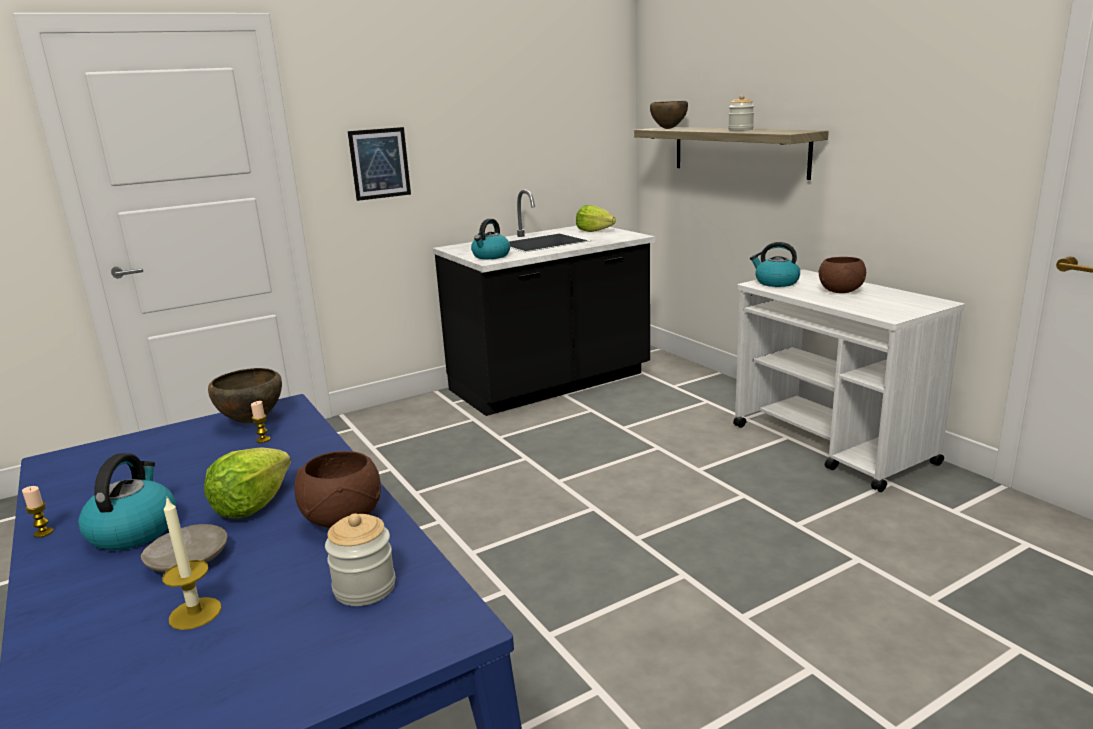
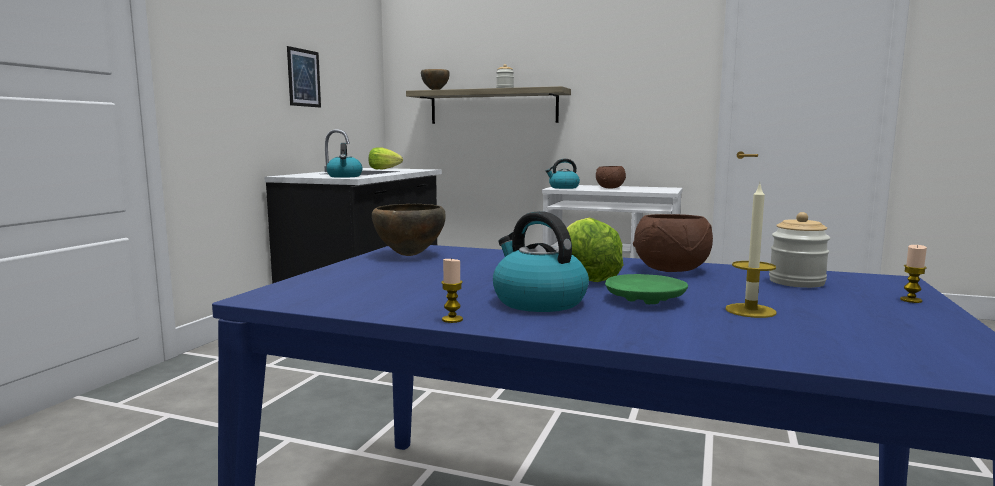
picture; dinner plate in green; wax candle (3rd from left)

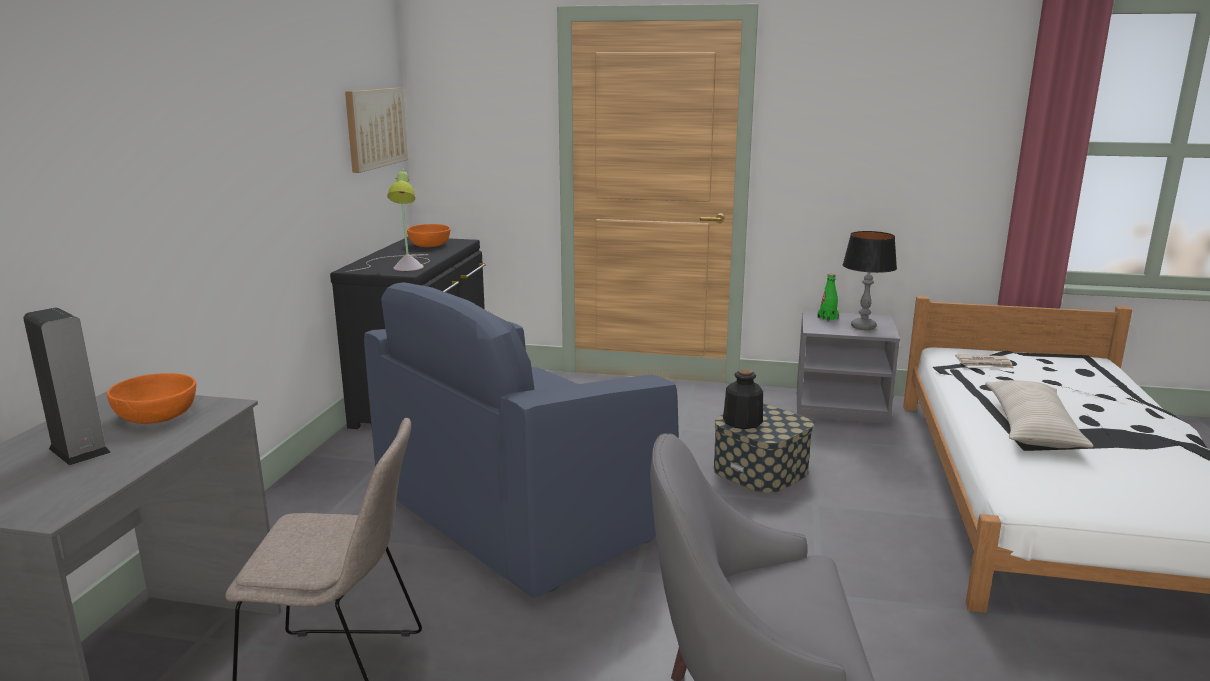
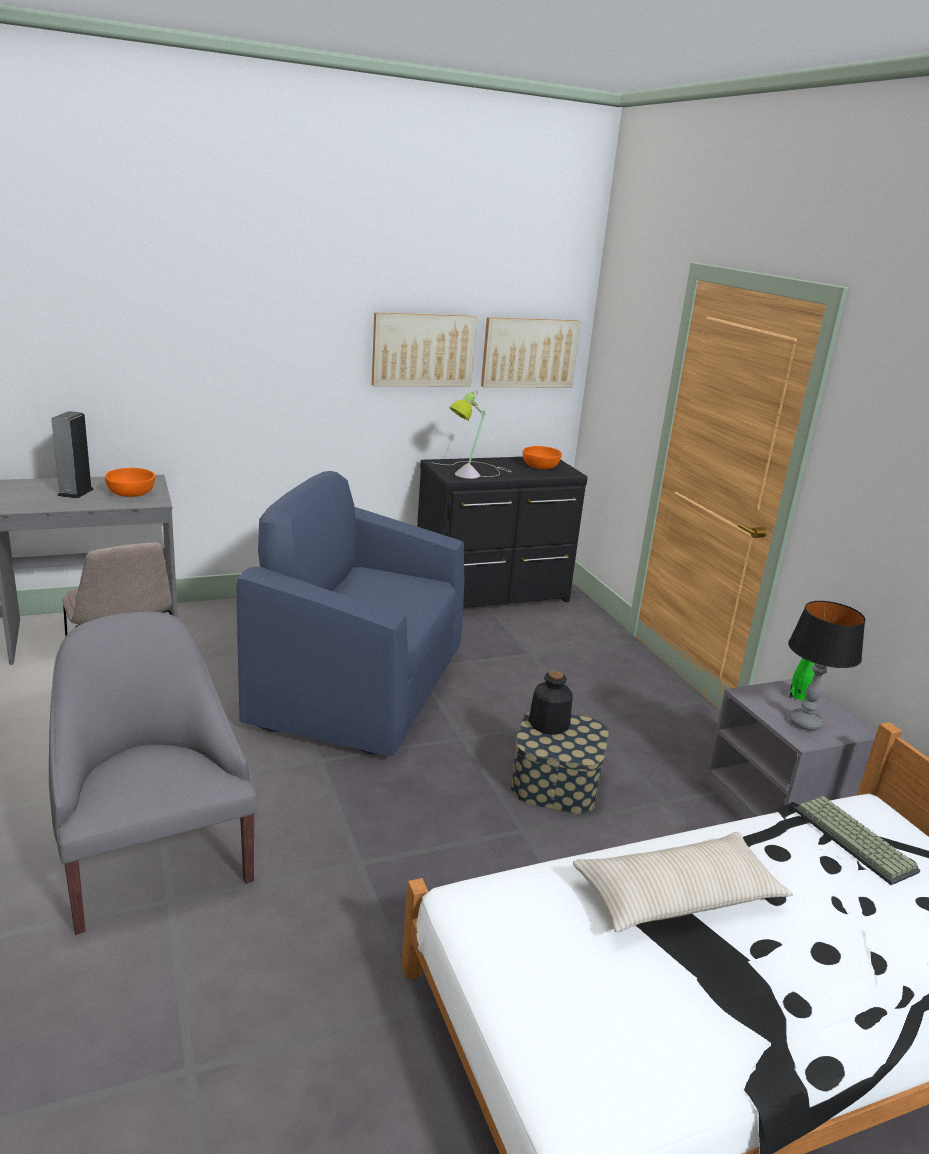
picture (1st from left); PC keyboard

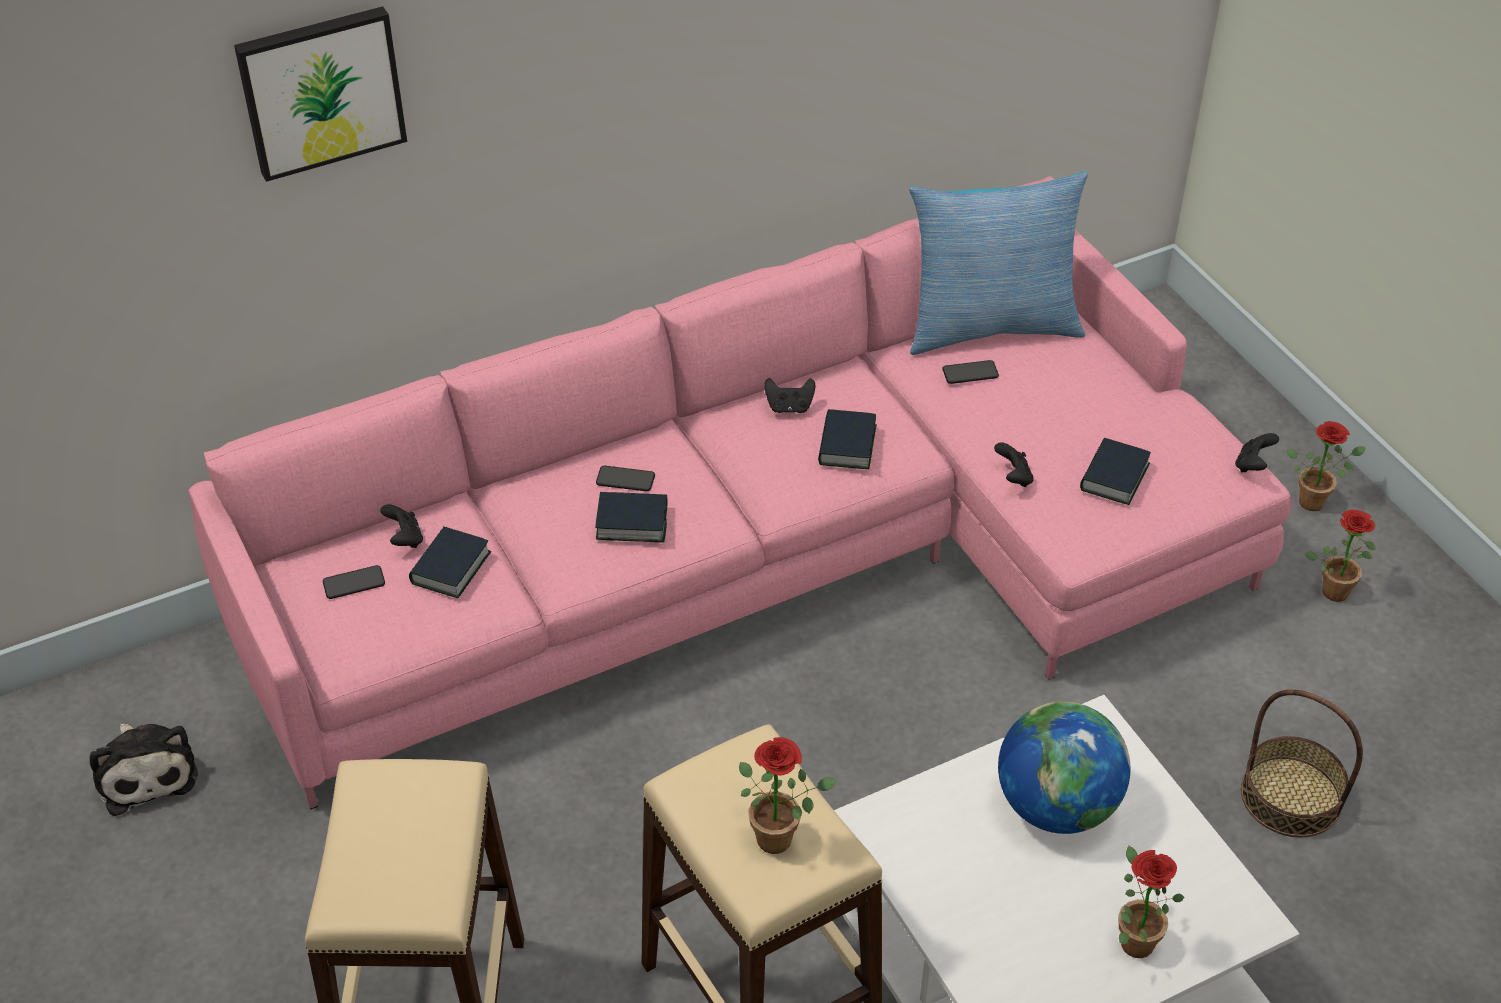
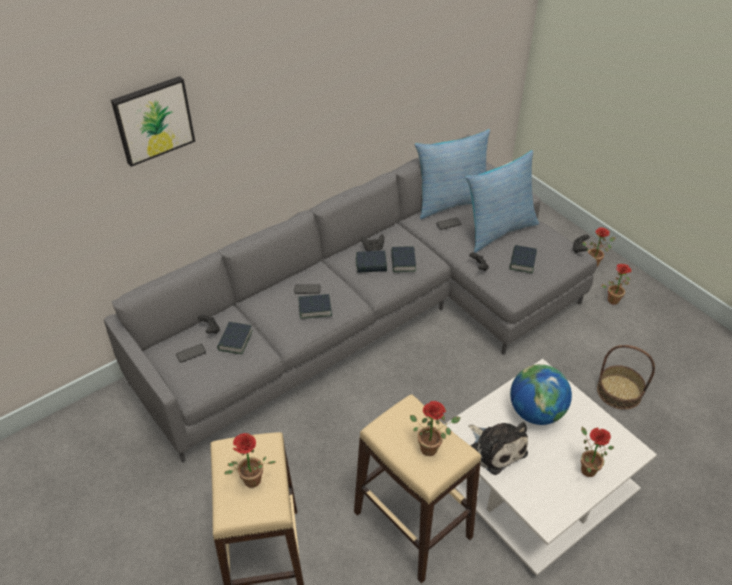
sofa in gray; plant in a pot (1st from left); volume (3rd from left); cushion (2nd from left); cuddly toy

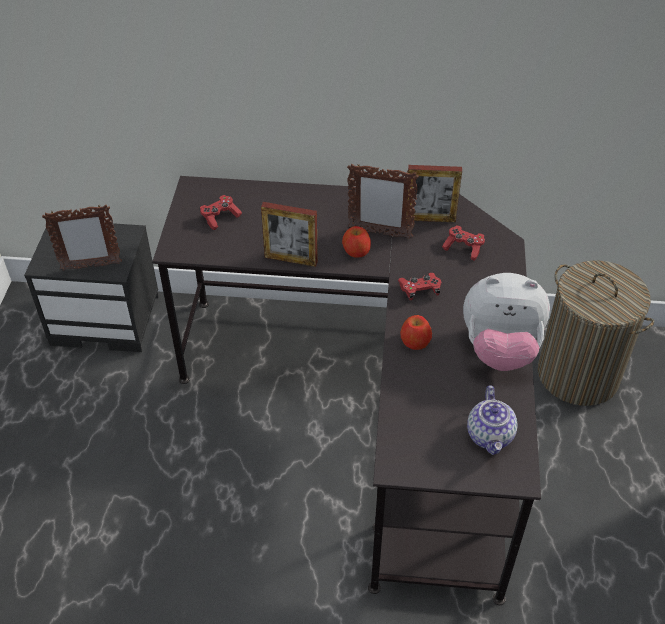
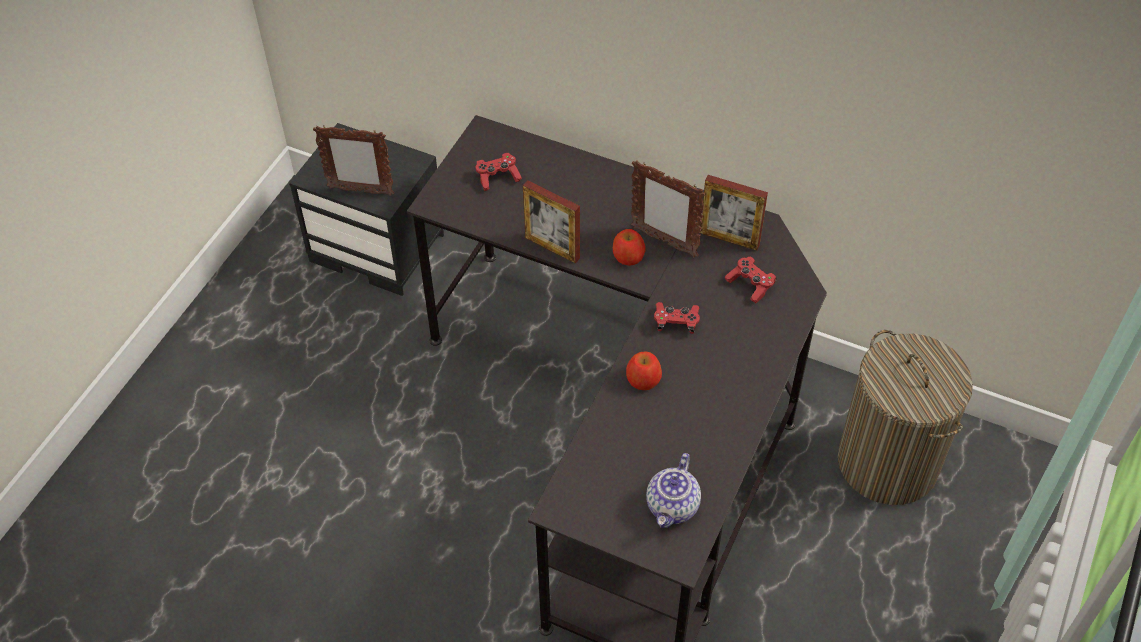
cuddly toy

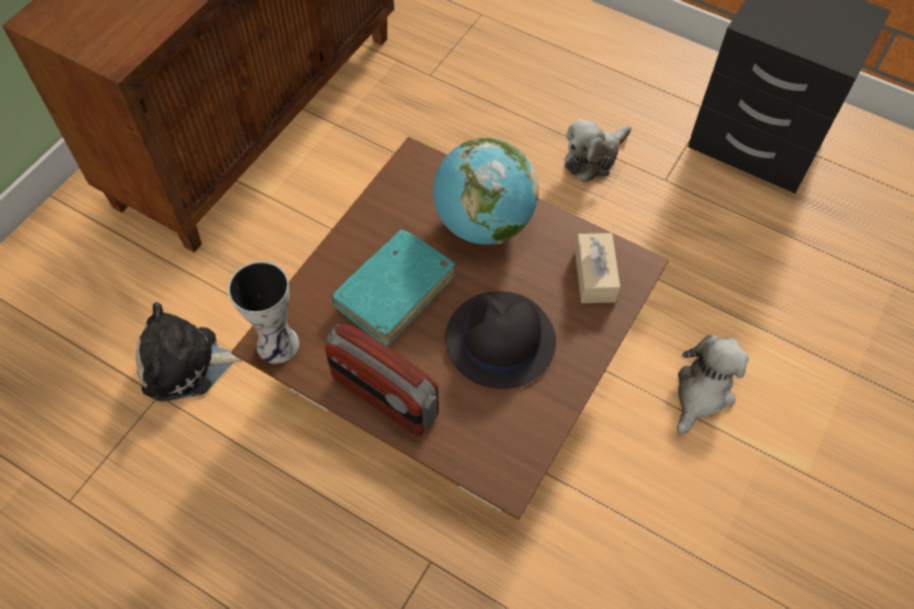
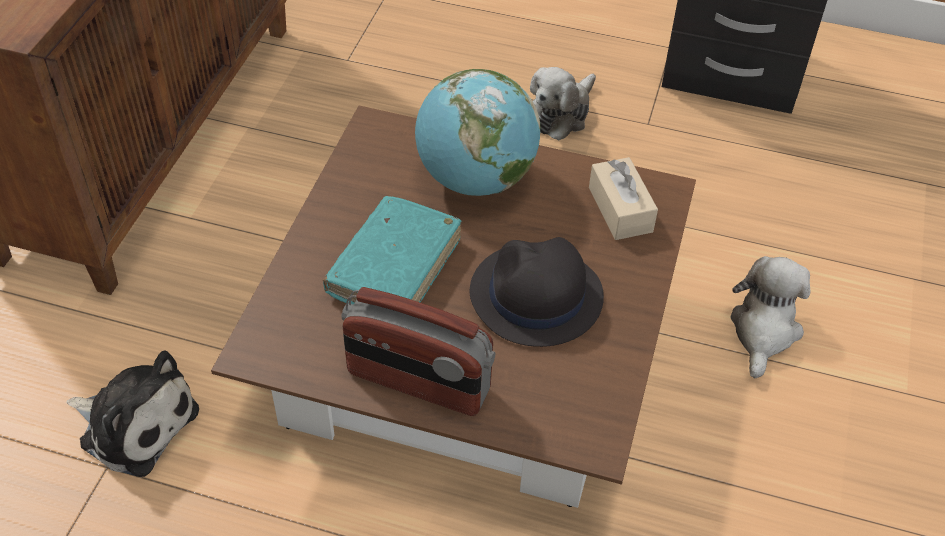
cuddly toy (1st from left); decorative vase

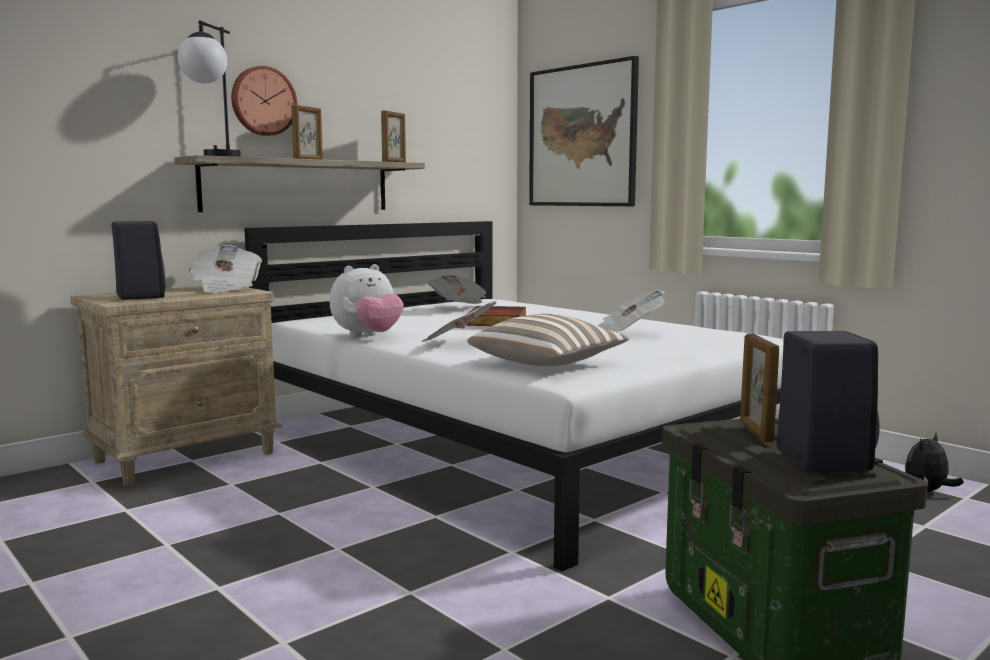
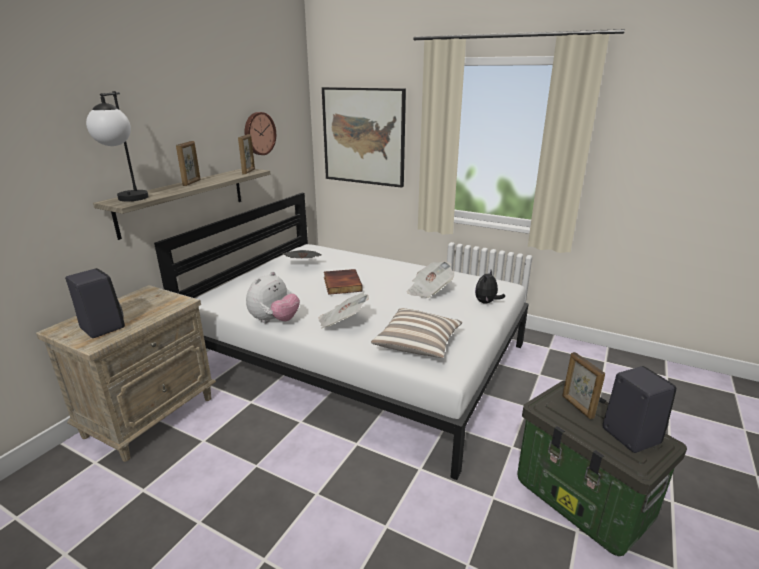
clock on the wall; cuddly toy (2nd from left); daily paper (1st from left in the first image)

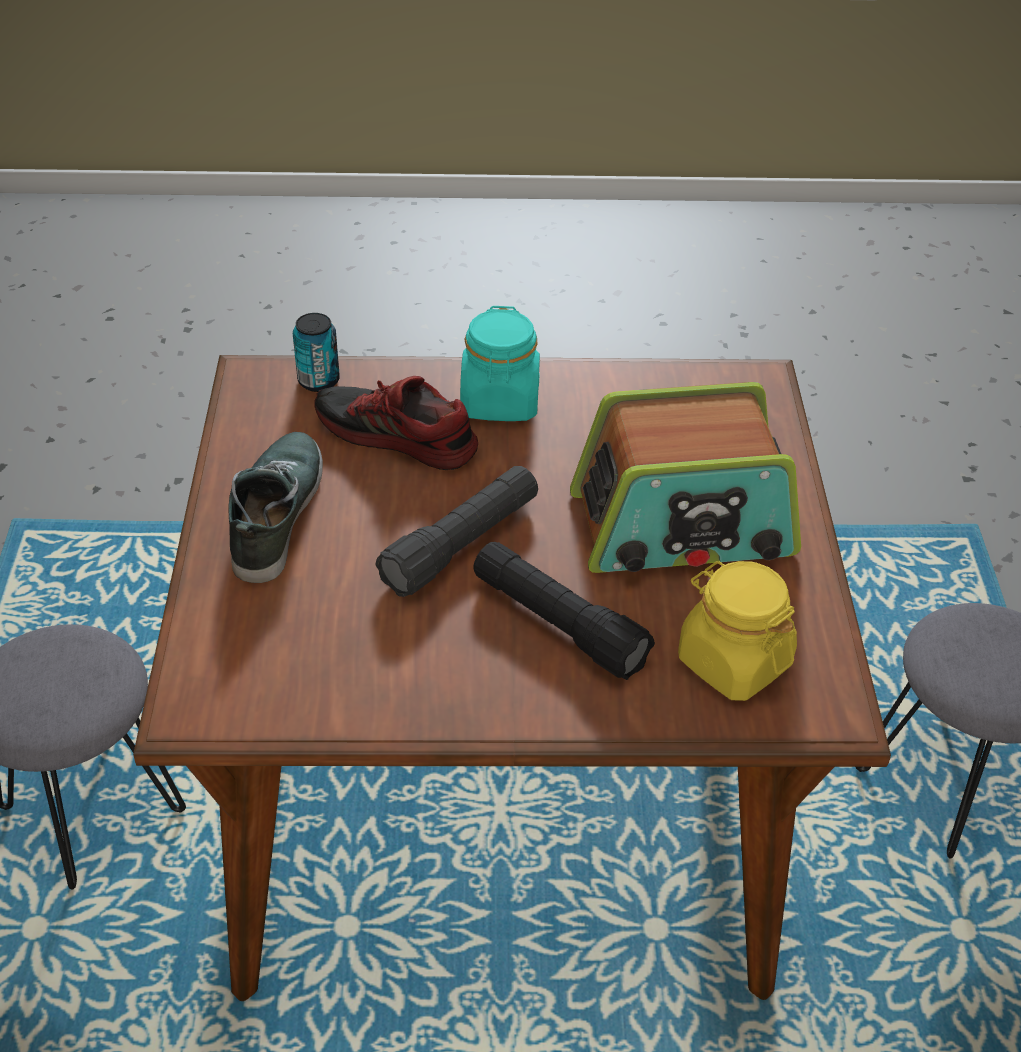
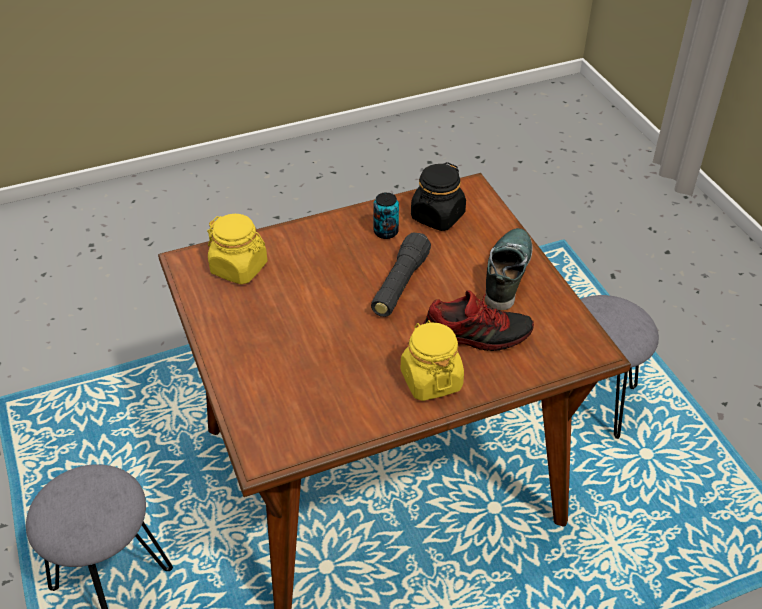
sealed can; preserve jar in yellow (2nd from left); preserve jar in black; shoe (2nd from left); flashlight in black (2nd from left in the first image); radio set

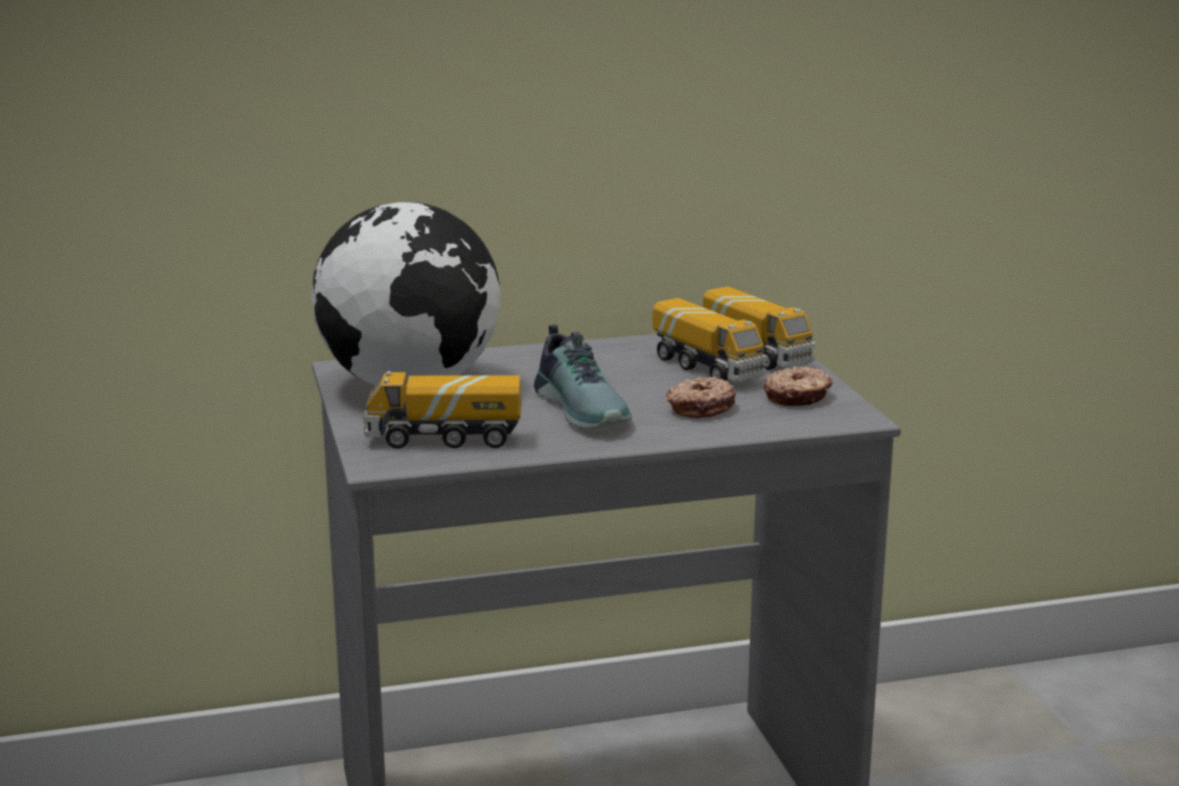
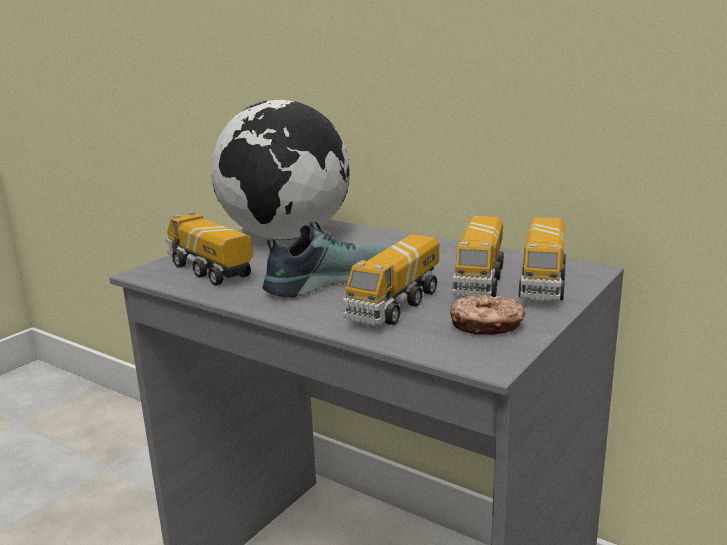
shoe; toy truck (2nd from left)

